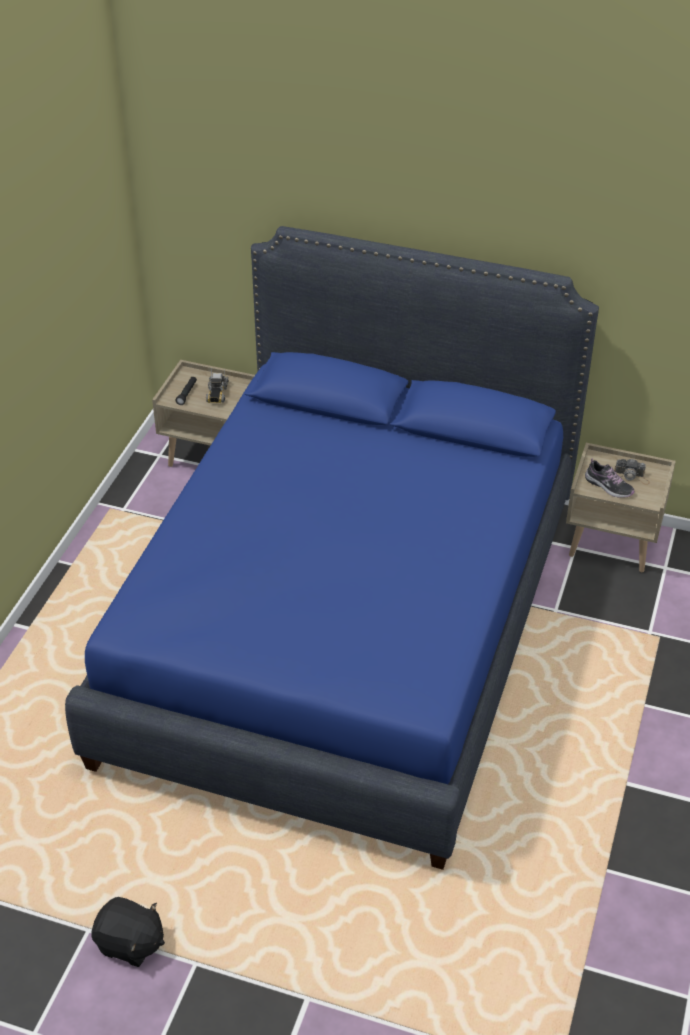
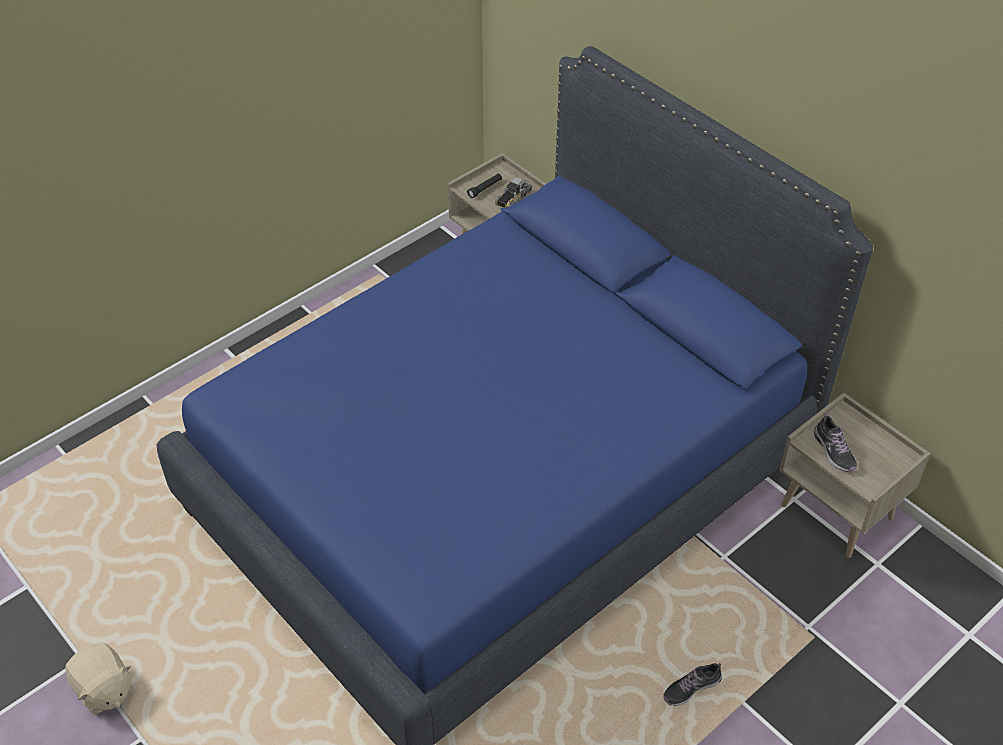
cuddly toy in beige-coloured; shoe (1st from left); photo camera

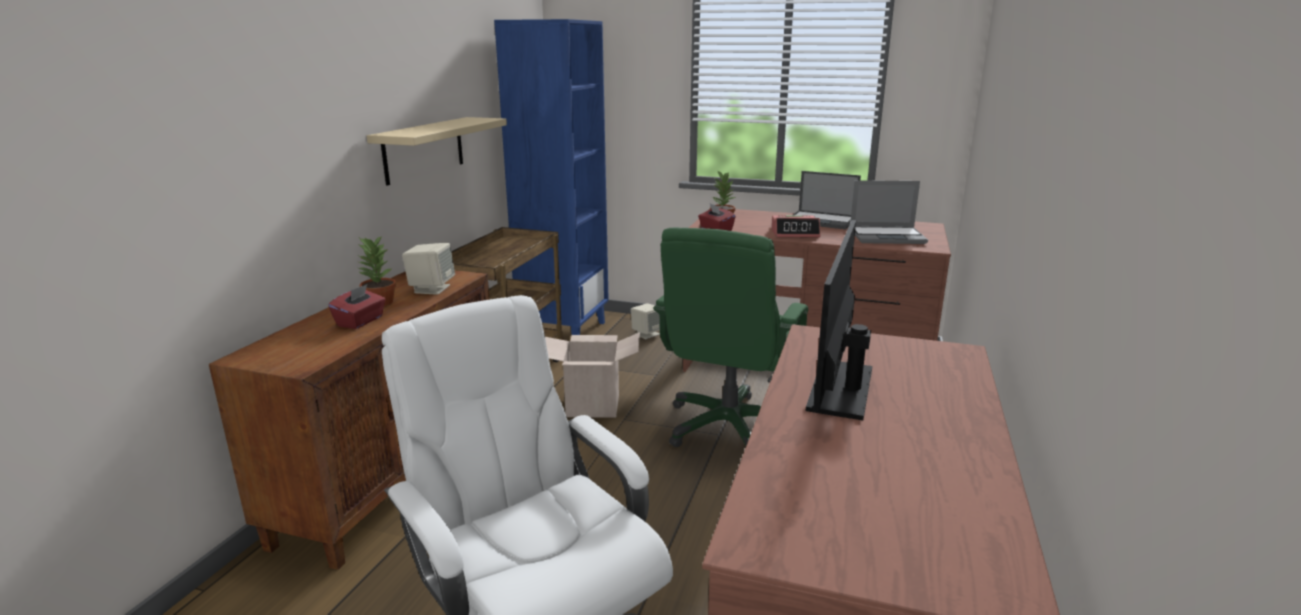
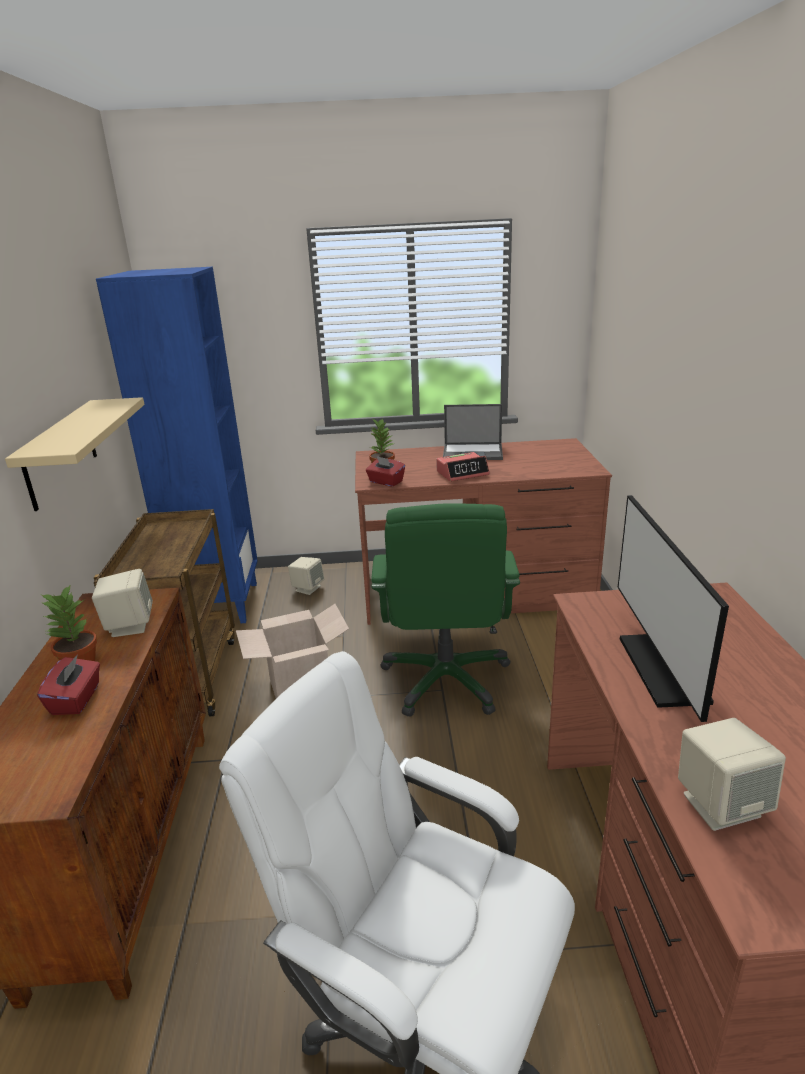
audio speaker in beige-coloured (3rd from left); notebook computer (2nd from left in the first image)

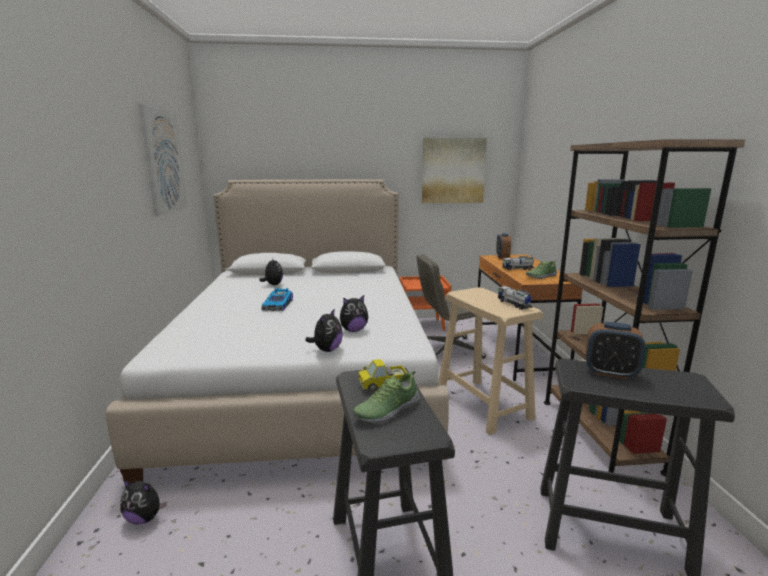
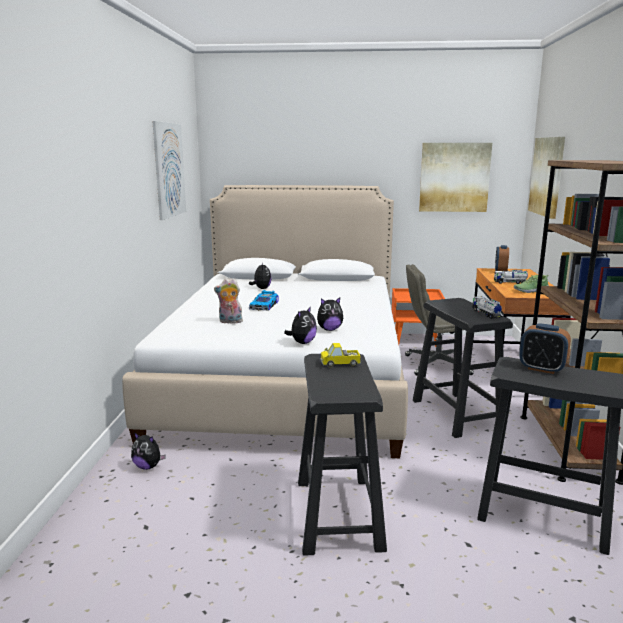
cuddly toy (2nd from left); sitting stool in black (2nd from left); picture (3rd from left); shoe (1st from left in the first image)

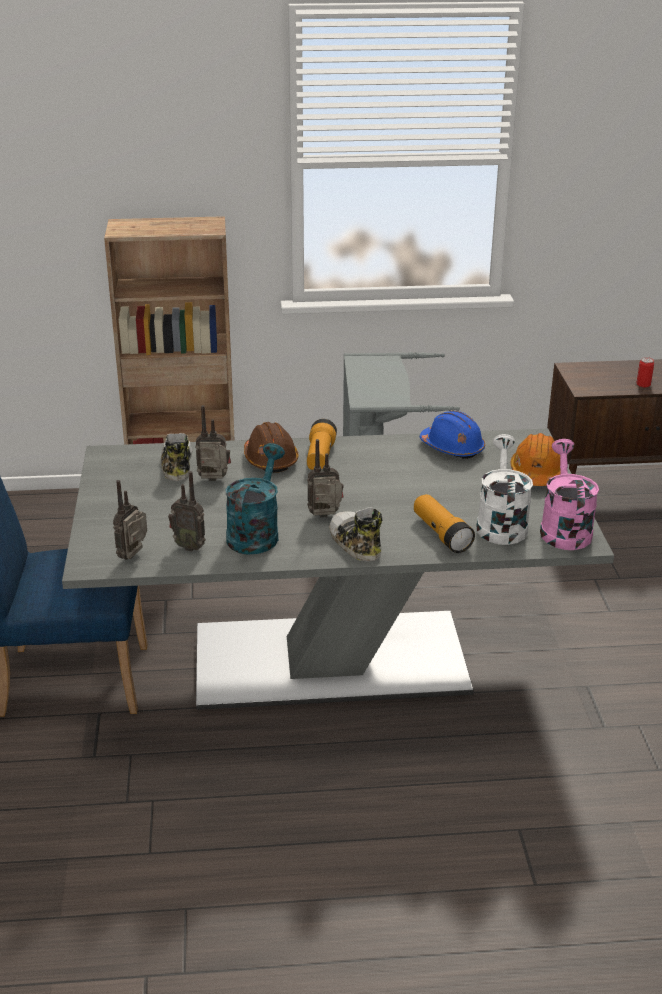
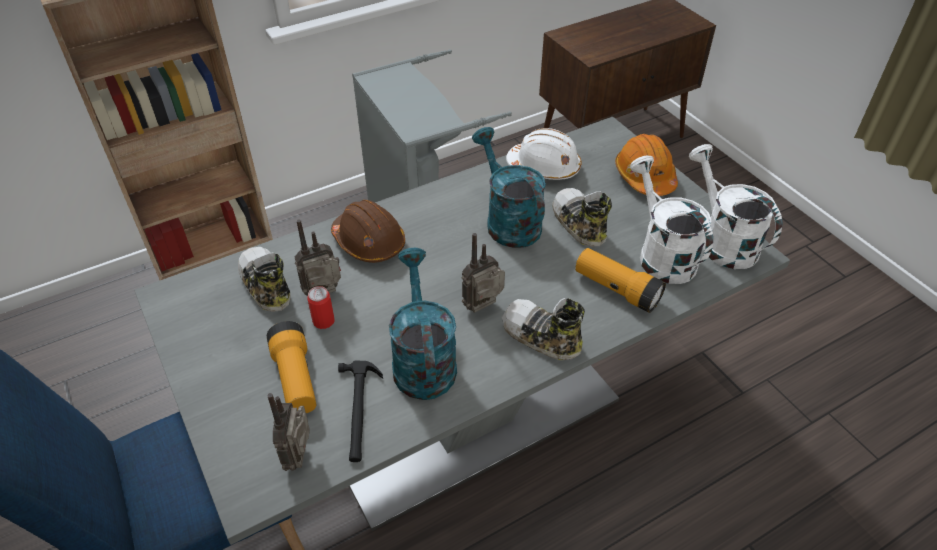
flashlight (1st from left); sealed can; tool hammer; watering pot in blue-green (2nd from left); safety helmet in white-coloured; shoe (3rd from left); watering pot in white-coloured (2nd from left)

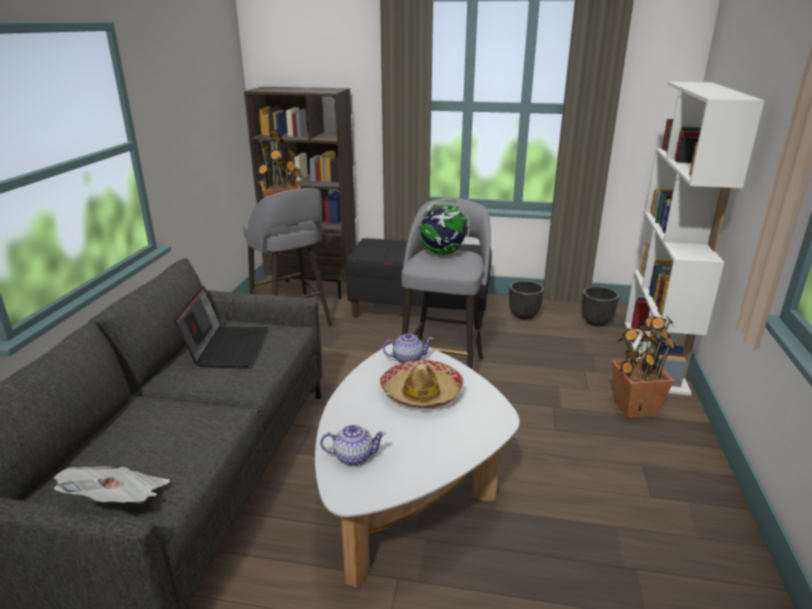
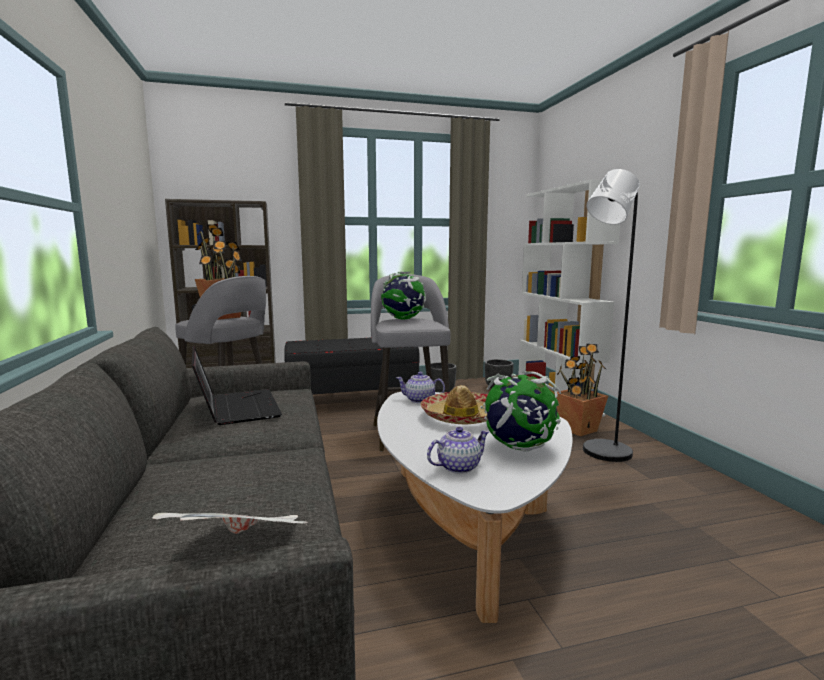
pot for tea (1st from left); world globe (2nd from left); floor lamp in black

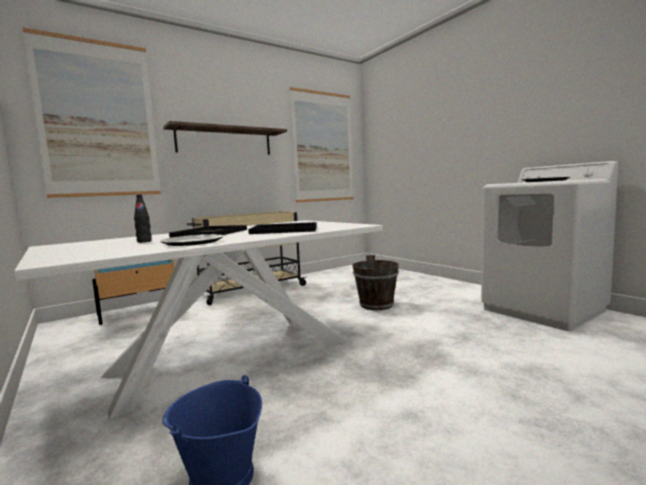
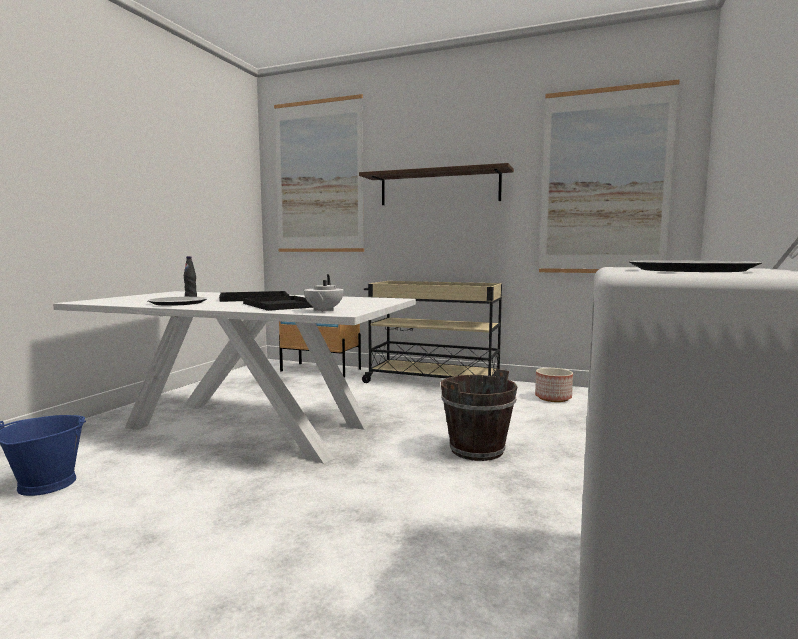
pot for tea in white-coloured; plant pot

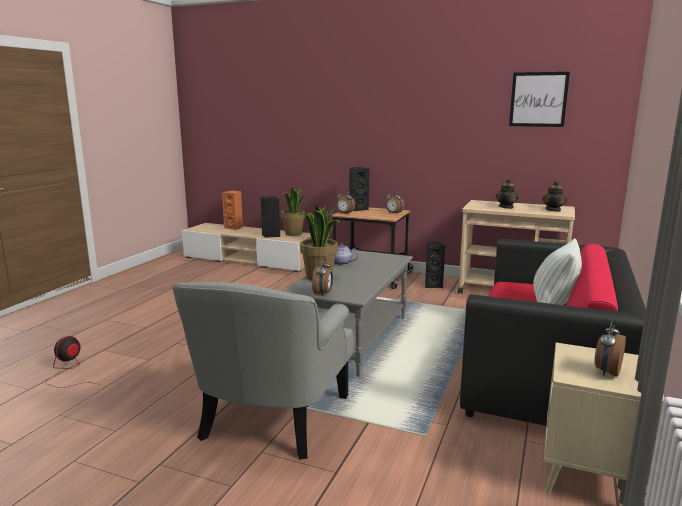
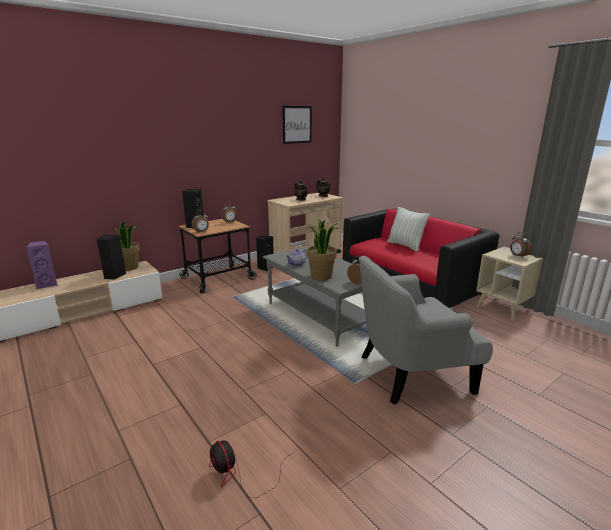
audio speaker in purplish; armchair in gray

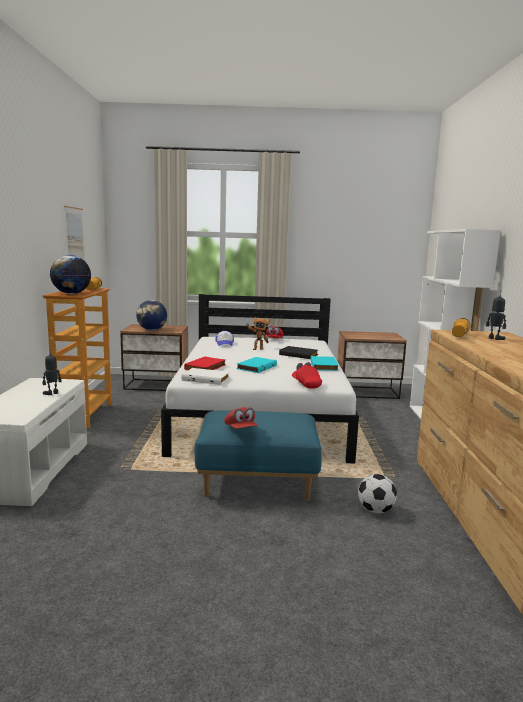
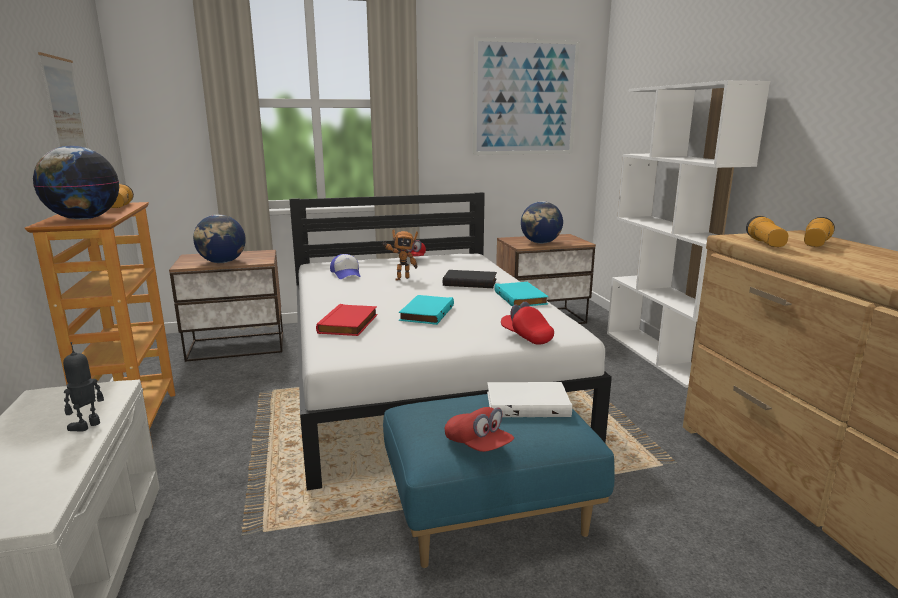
picture (2nd from left); volume in white-coloured; world globe (3rd from left); flashlight (3rd from left); football

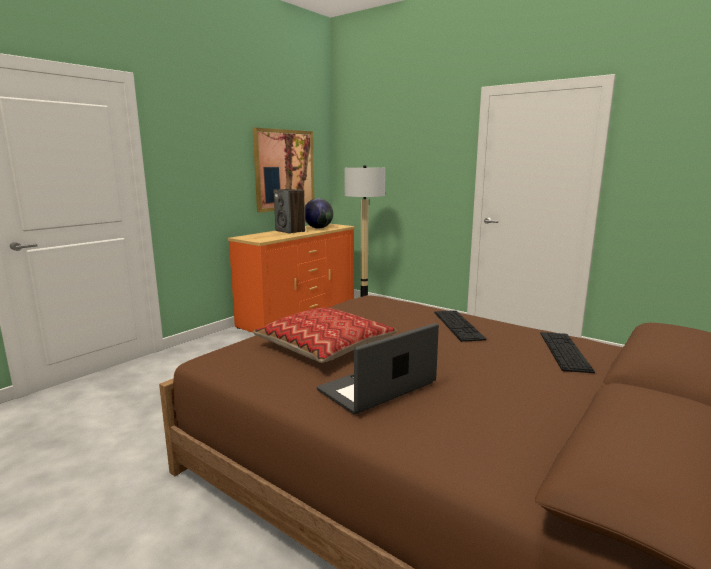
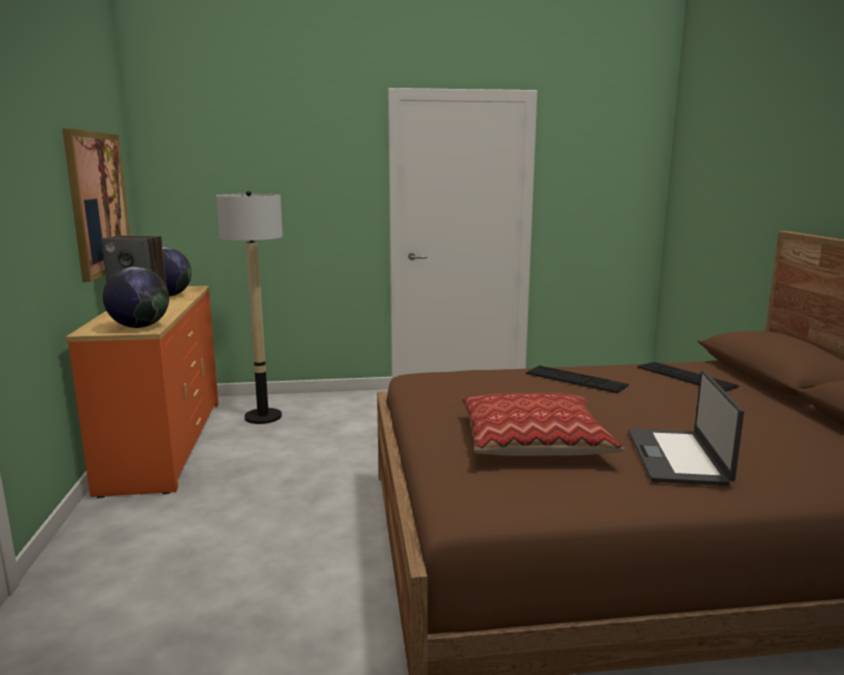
world globe (1st from left)

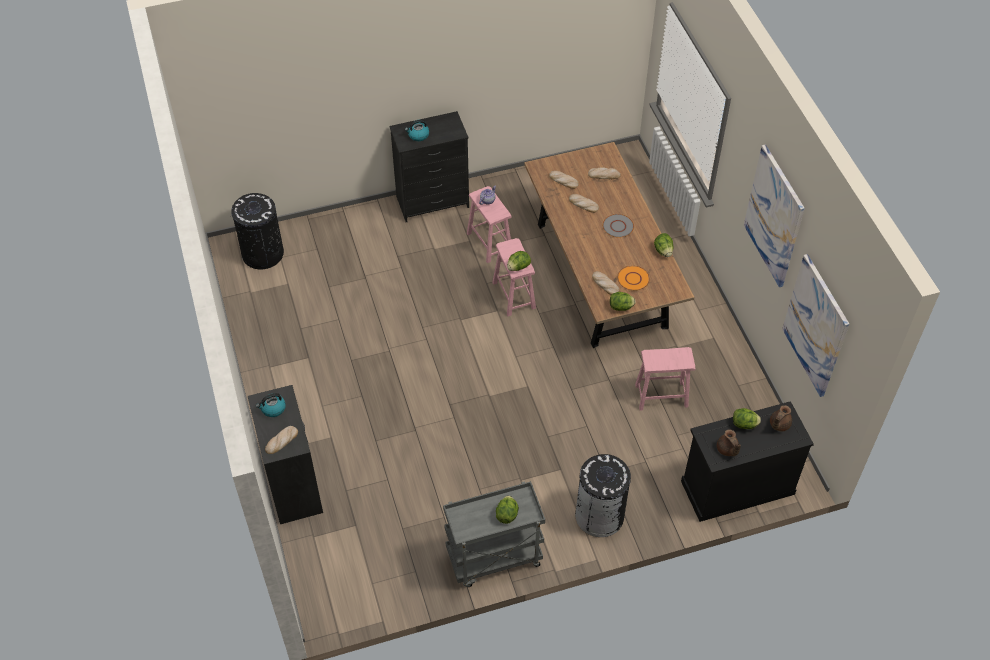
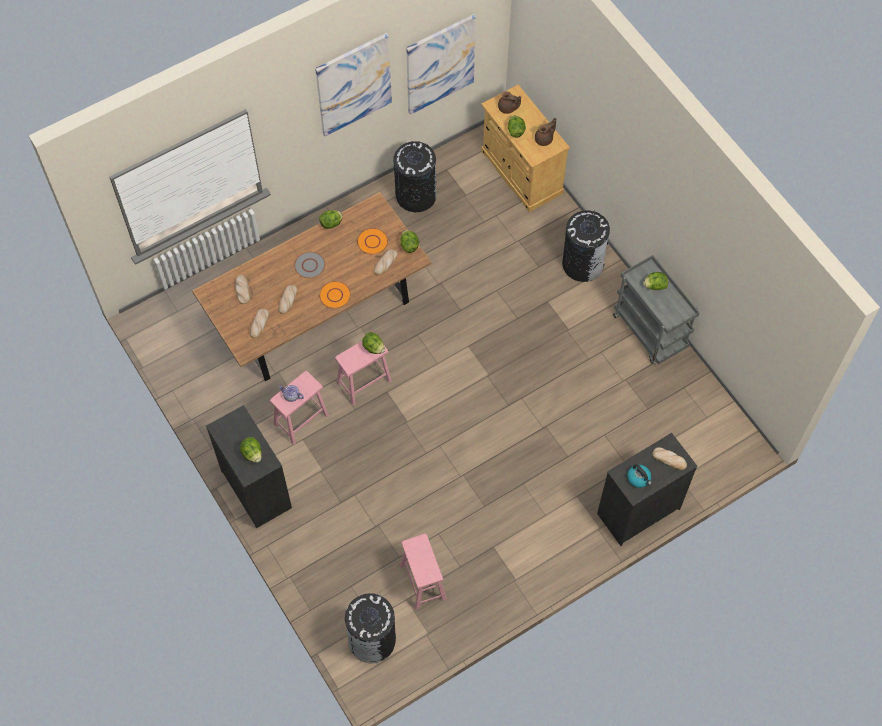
lettuce (1st from left); dinner plate in orangey (1st from left); rubbish bin in black (2nd from left); sitting stool in pink (3rd from left); cupboard in beige-coloured

